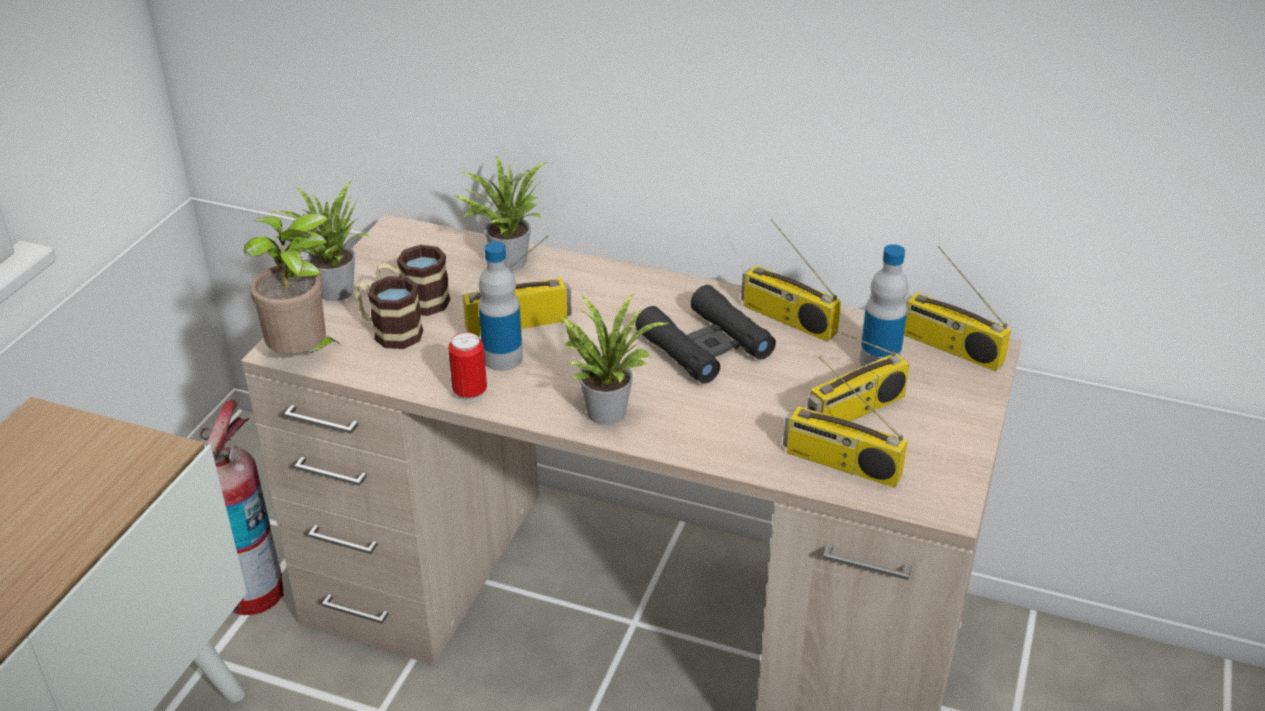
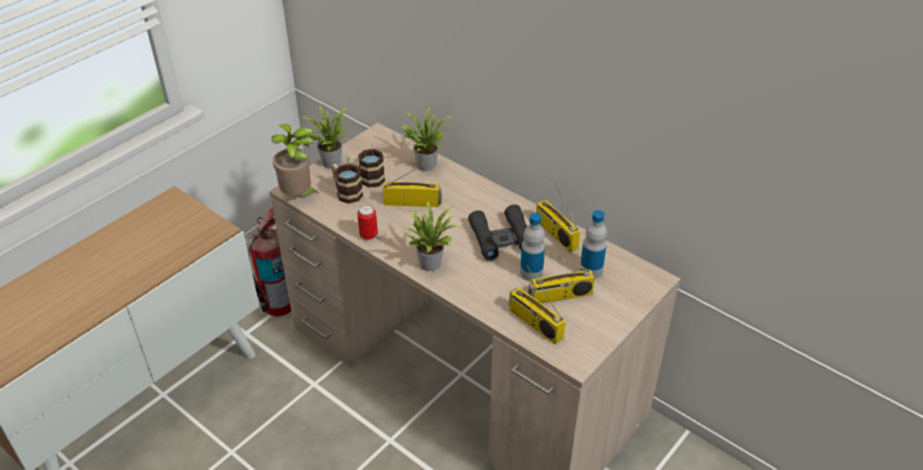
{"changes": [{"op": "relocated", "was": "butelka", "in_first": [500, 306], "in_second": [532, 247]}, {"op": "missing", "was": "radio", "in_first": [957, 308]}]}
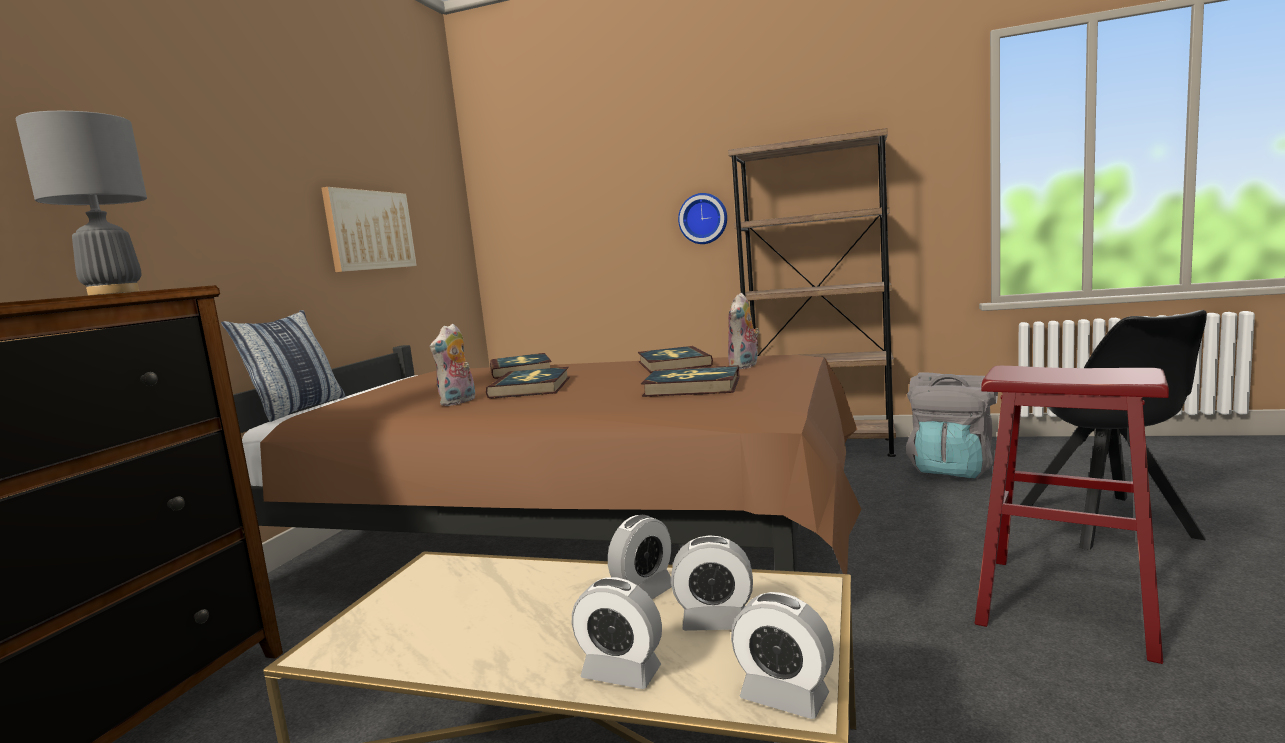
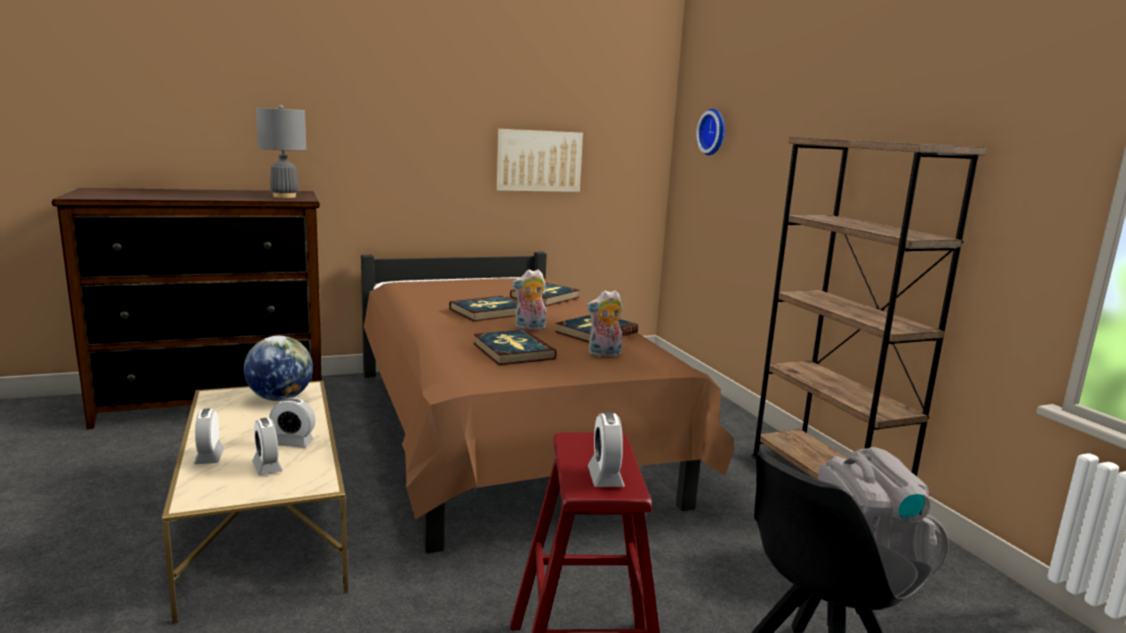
{"changes": [{"op": "appeared", "now": "globus", "in_second": [278, 368]}, {"op": "relocated", "was": "pluszak", "in_first": [452, 364], "in_second": [529, 300]}, {"op": "relocated", "was": "budzik", "in_first": [782, 655], "in_second": [606, 449]}, {"op": "relocated", "was": "zegar ścienny", "in_first": [702, 218], "in_second": [710, 132]}, {"op": "missing", "was": "poduszka", "in_first": [283, 366]}]}
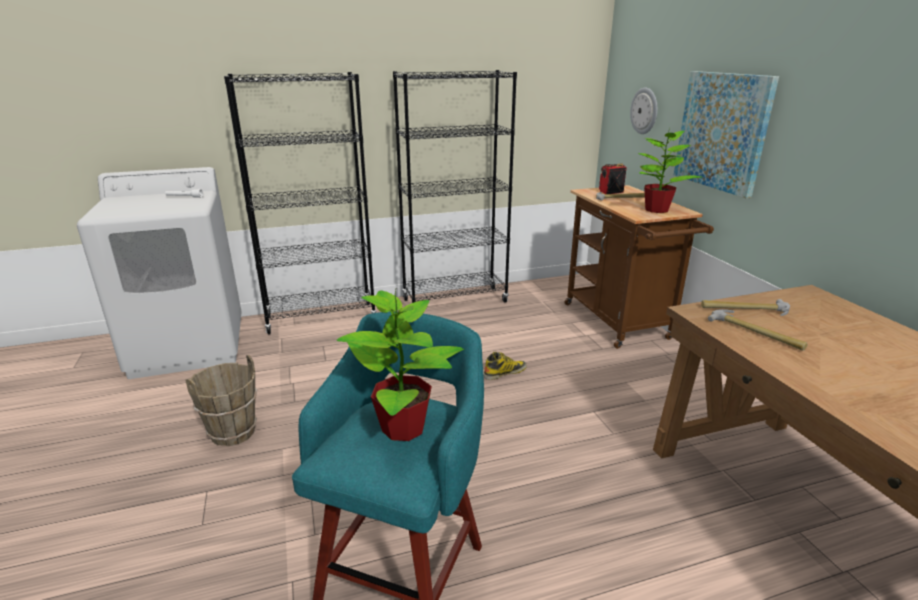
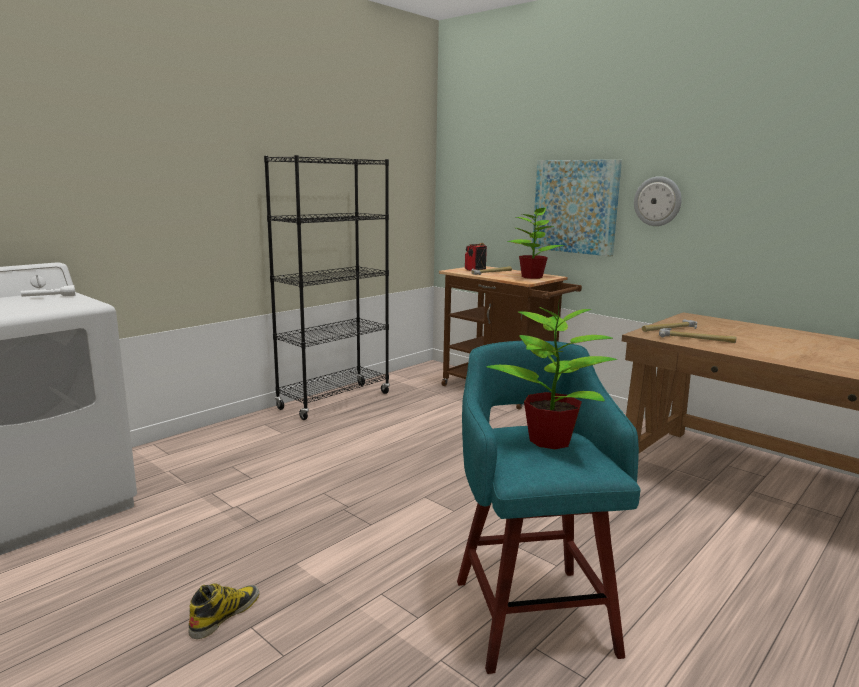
{"changes": [{"op": "relocated", "was": "but z cholewką", "in_first": [505, 366], "in_second": [224, 611]}, {"op": "relocated", "was": "zegar ścienny", "in_first": [643, 111], "in_second": [658, 201]}, {"op": "missing", "was": "wiadro (brązowy)", "in_first": [221, 400]}, {"op": "missing", "was": "regał (czarny)", "in_first": [300, 203]}]}
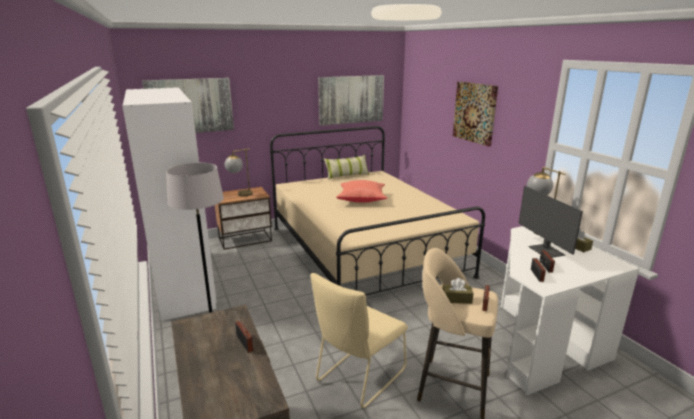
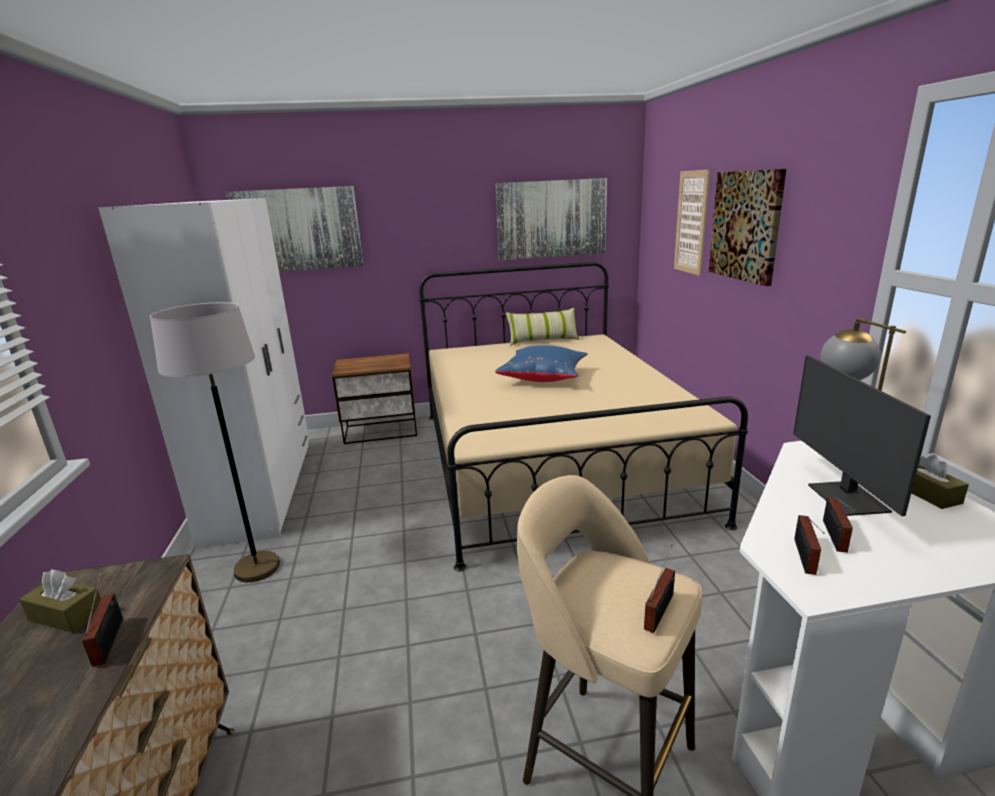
{"changes": [{"op": "relocated", "was": "pudełko chusteczek (brązowy)", "in_first": [458, 291], "in_second": [60, 601]}, {"op": "colour", "was": "poduszka (czerwony)", "now": "poduszka (niebieski)", "in_first": [361, 191], "in_second": [541, 363]}, {"op": "appeared", "now": "obraz", "in_second": [692, 223]}, {"op": "missing", "was": "lampa stołowa", "in_first": [238, 172]}, {"op": "missing", "was": "krzesło (beżowy)", "in_first": [359, 340]}]}
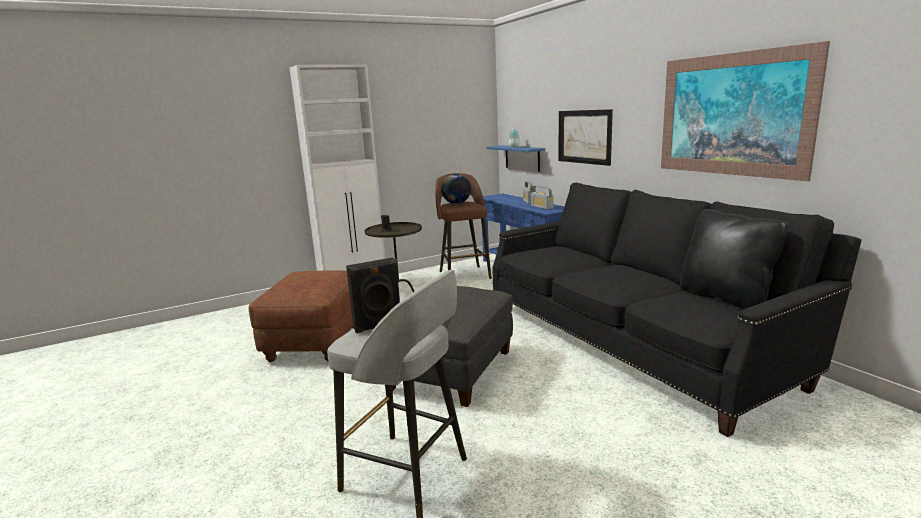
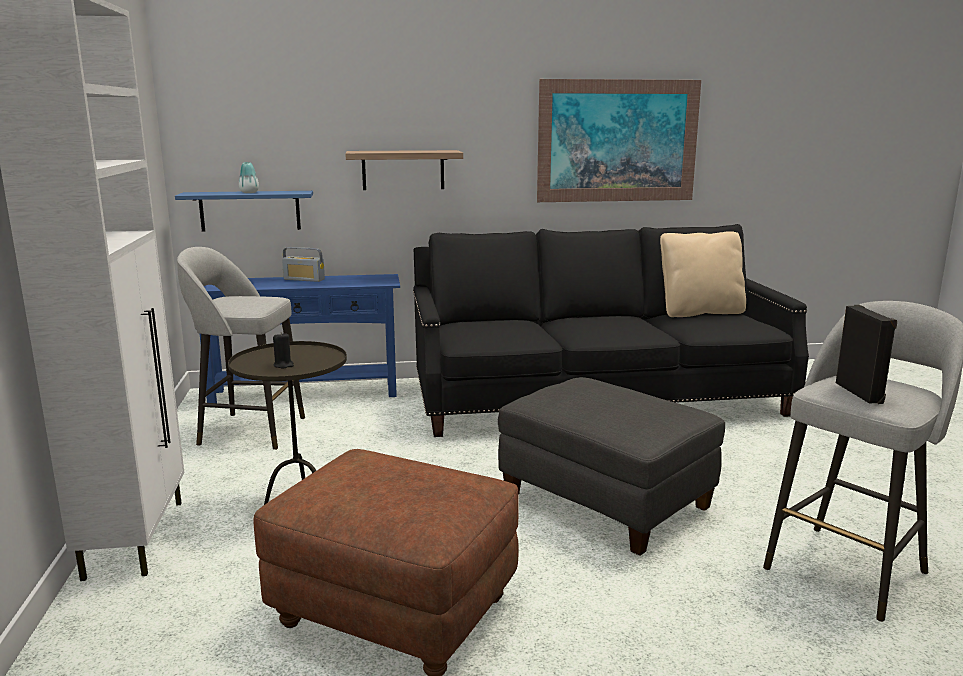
{"changes": [{"op": "colour", "was": "stołek (brązowy)", "now": "stołek (szary)", "in_first": [463, 226], "in_second": [241, 348]}, {"op": "exchanged", "was": "obraz", "now": "półka", "in_first": [586, 137], "in_second": [404, 170]}, {"op": "colour", "was": "poduszka (czarny)", "now": "poduszka (beżowy)", "in_first": [734, 259], "in_second": [703, 274]}, {"op": "missing", "was": "globus", "in_first": [456, 189]}, {"op": "missing", "was": "radio", "in_first": [542, 198]}]}
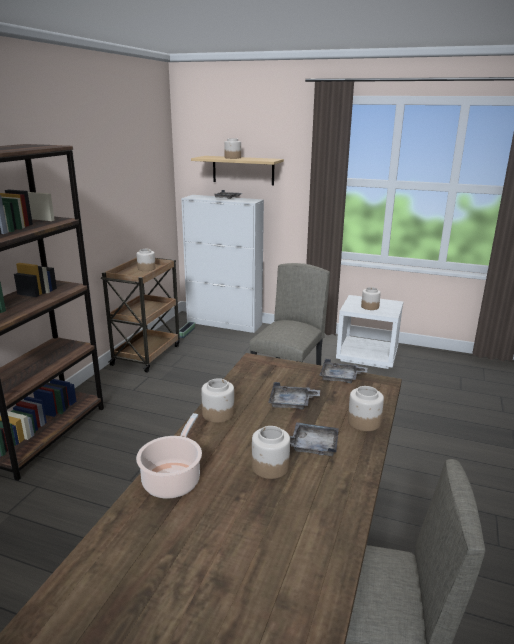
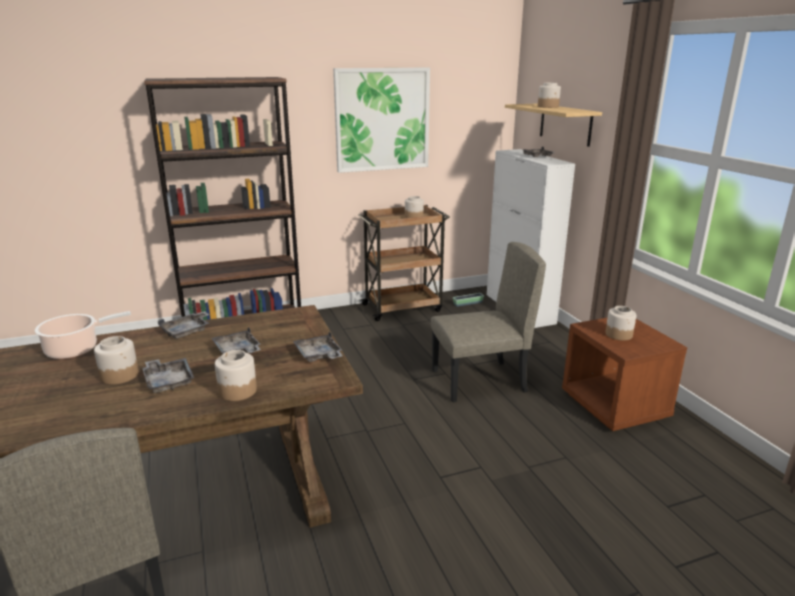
{"changes": [{"op": "exchanged", "was": "słoik", "now": "taca (szary)", "in_first": [217, 400], "in_second": [183, 325]}, {"op": "appeared", "now": "obraz", "in_second": [381, 120]}, {"op": "colour", "was": "szafka nocna (biały)", "now": "szafka nocna (brązowy)", "in_first": [369, 332], "in_second": [624, 374]}]}
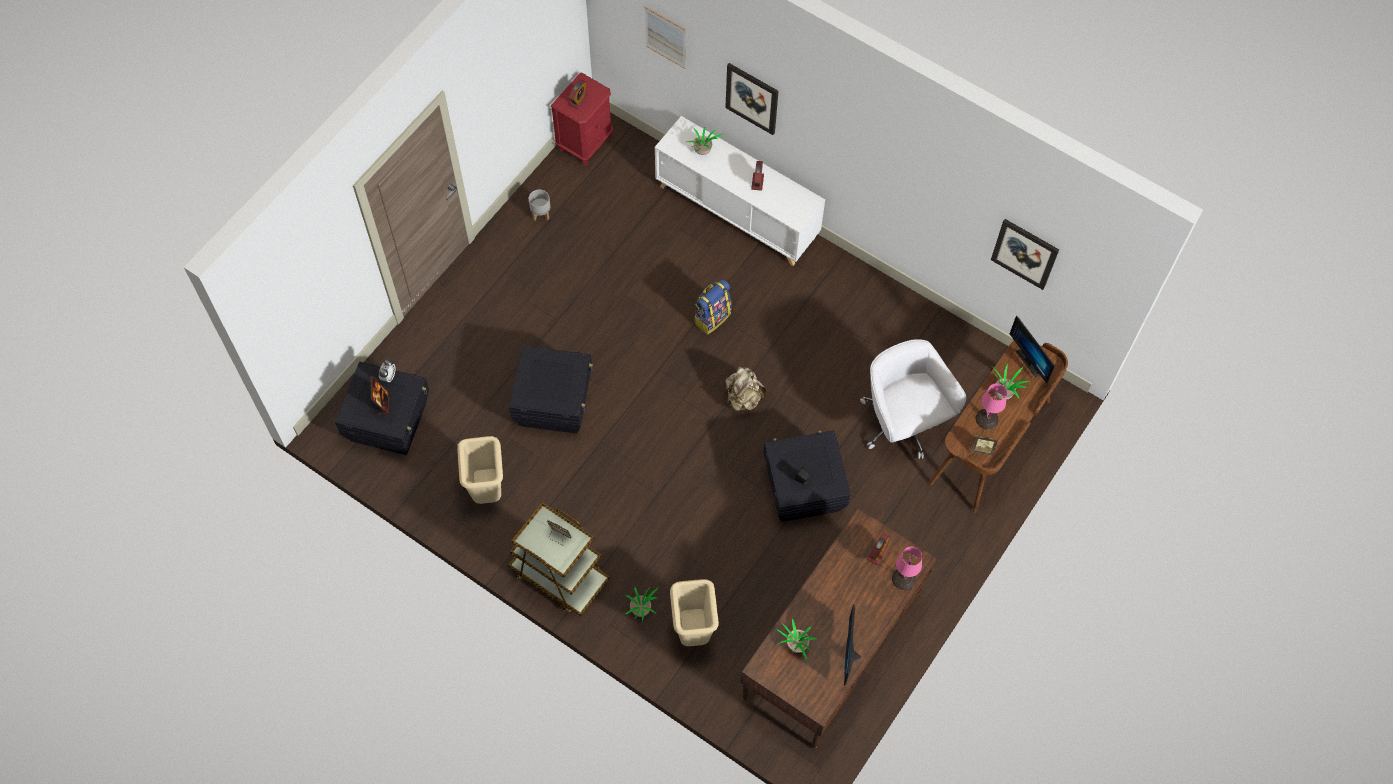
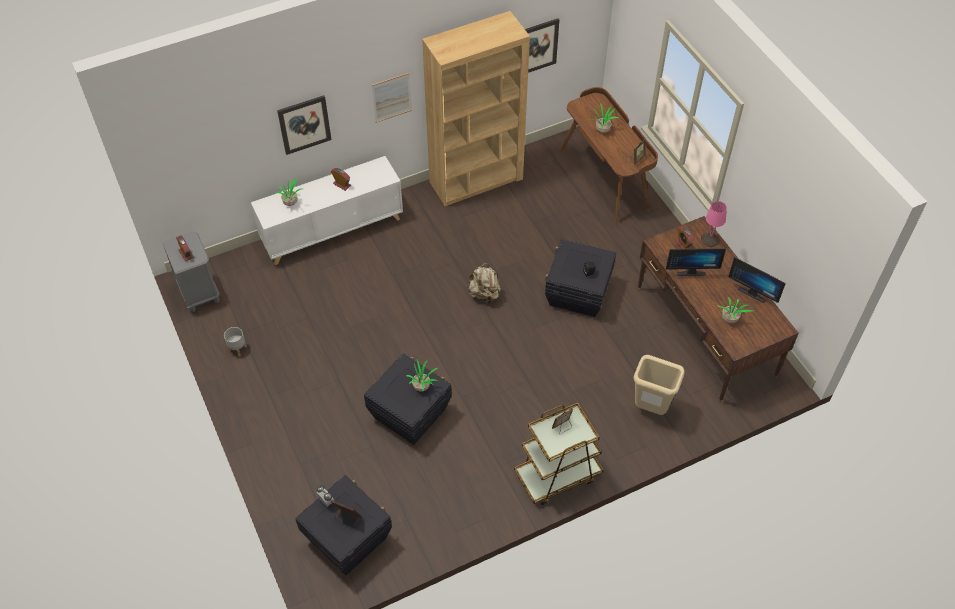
{"changes": [{"op": "colour", "was": "szafka nocna (czerwony)", "now": "szafka nocna (szary)", "in_first": [582, 118], "in_second": [191, 272]}, {"op": "relocated", "was": "obraz", "in_first": [665, 37], "in_second": [391, 98]}, {"op": "relocated", "was": "roślina doniczkowa", "in_first": [642, 604], "in_second": [422, 376]}, {"op": "appeared", "now": "regał (brązowy)", "in_second": [476, 108]}, {"op": "relocated", "was": "monitor", "in_first": [1032, 349], "in_second": [696, 262]}, {"op": "missing", "was": "kosz na śmieci (beżowy)", "in_first": [480, 470]}, {"op": "missing", "was": "plecak", "in_first": [713, 307]}, {"op": "missing", "was": "krzesło biurowe (biały)", "in_first": [913, 399]}, {"op": "missing", "was": "lampa stołowa (różowy)", "in_first": [991, 406]}]}
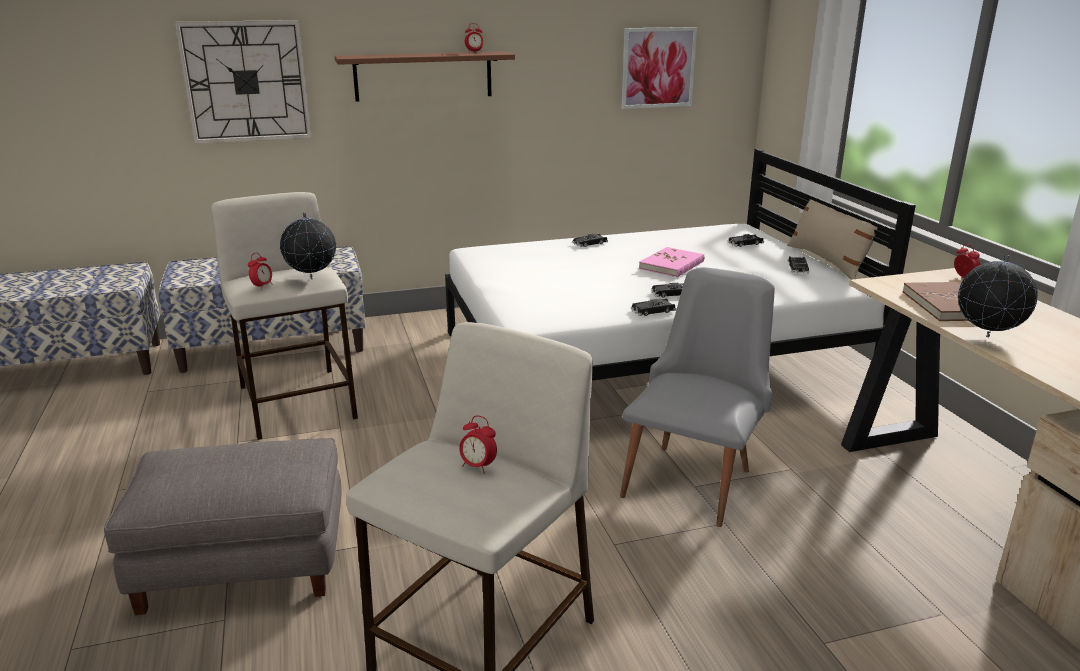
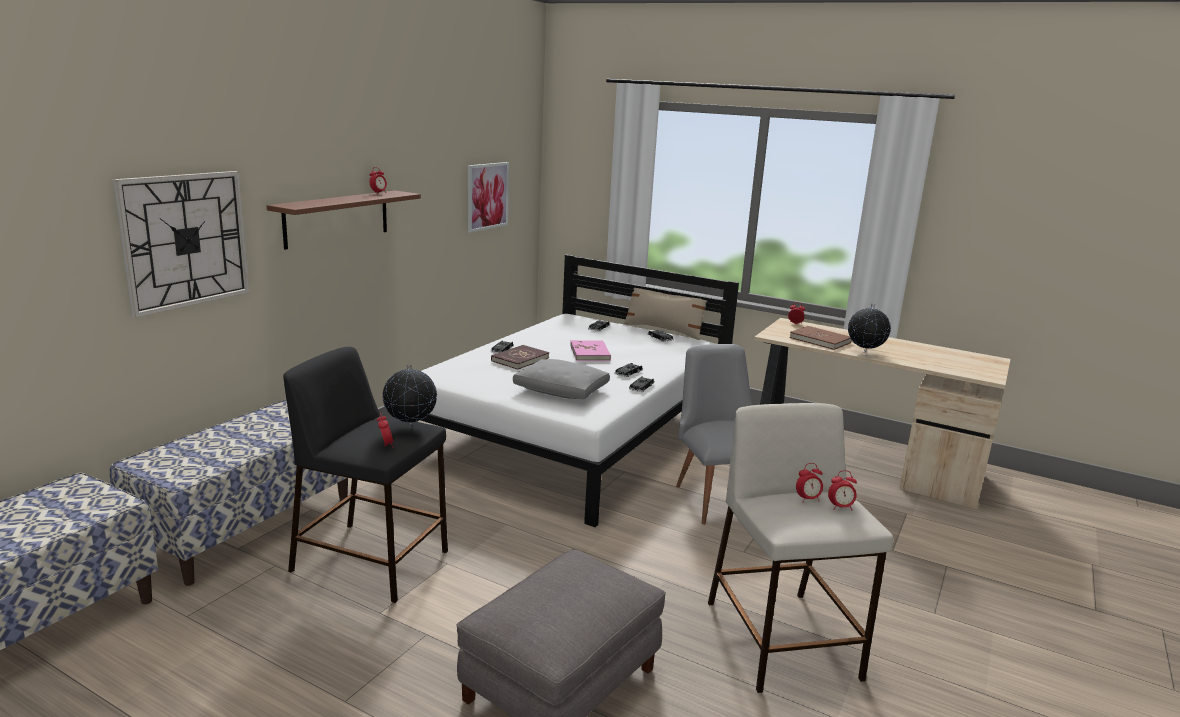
{"changes": [{"op": "colour", "was": "stołek (beżowy)", "now": "stołek (czarny)", "in_first": [284, 316], "in_second": [365, 475]}, {"op": "appeared", "now": "książka (czerwony)", "in_second": [520, 357]}, {"op": "appeared", "now": "poduszka (szary)", "in_second": [561, 379]}, {"op": "appeared", "now": "budzik", "in_second": [842, 490]}]}
